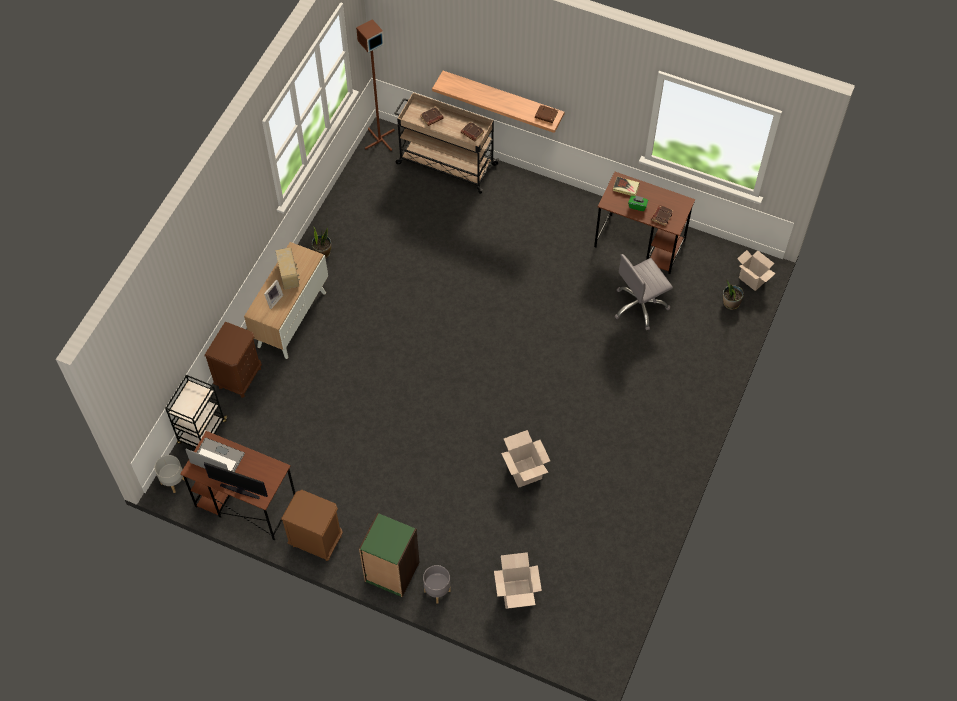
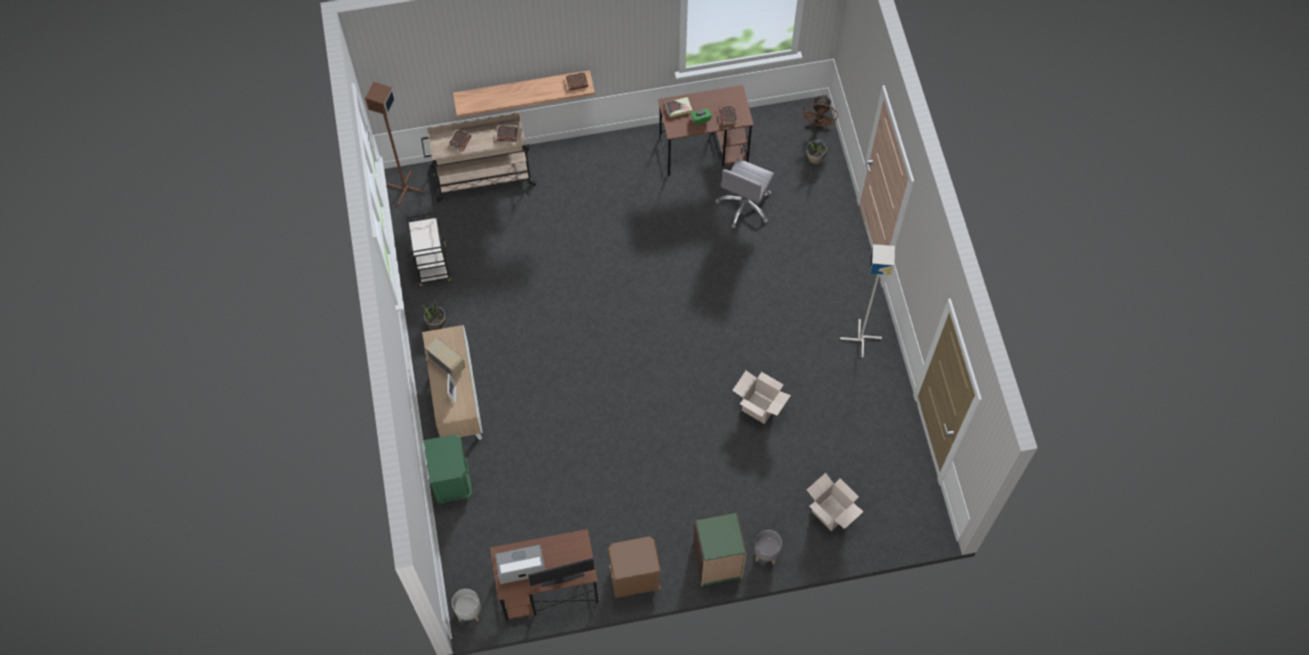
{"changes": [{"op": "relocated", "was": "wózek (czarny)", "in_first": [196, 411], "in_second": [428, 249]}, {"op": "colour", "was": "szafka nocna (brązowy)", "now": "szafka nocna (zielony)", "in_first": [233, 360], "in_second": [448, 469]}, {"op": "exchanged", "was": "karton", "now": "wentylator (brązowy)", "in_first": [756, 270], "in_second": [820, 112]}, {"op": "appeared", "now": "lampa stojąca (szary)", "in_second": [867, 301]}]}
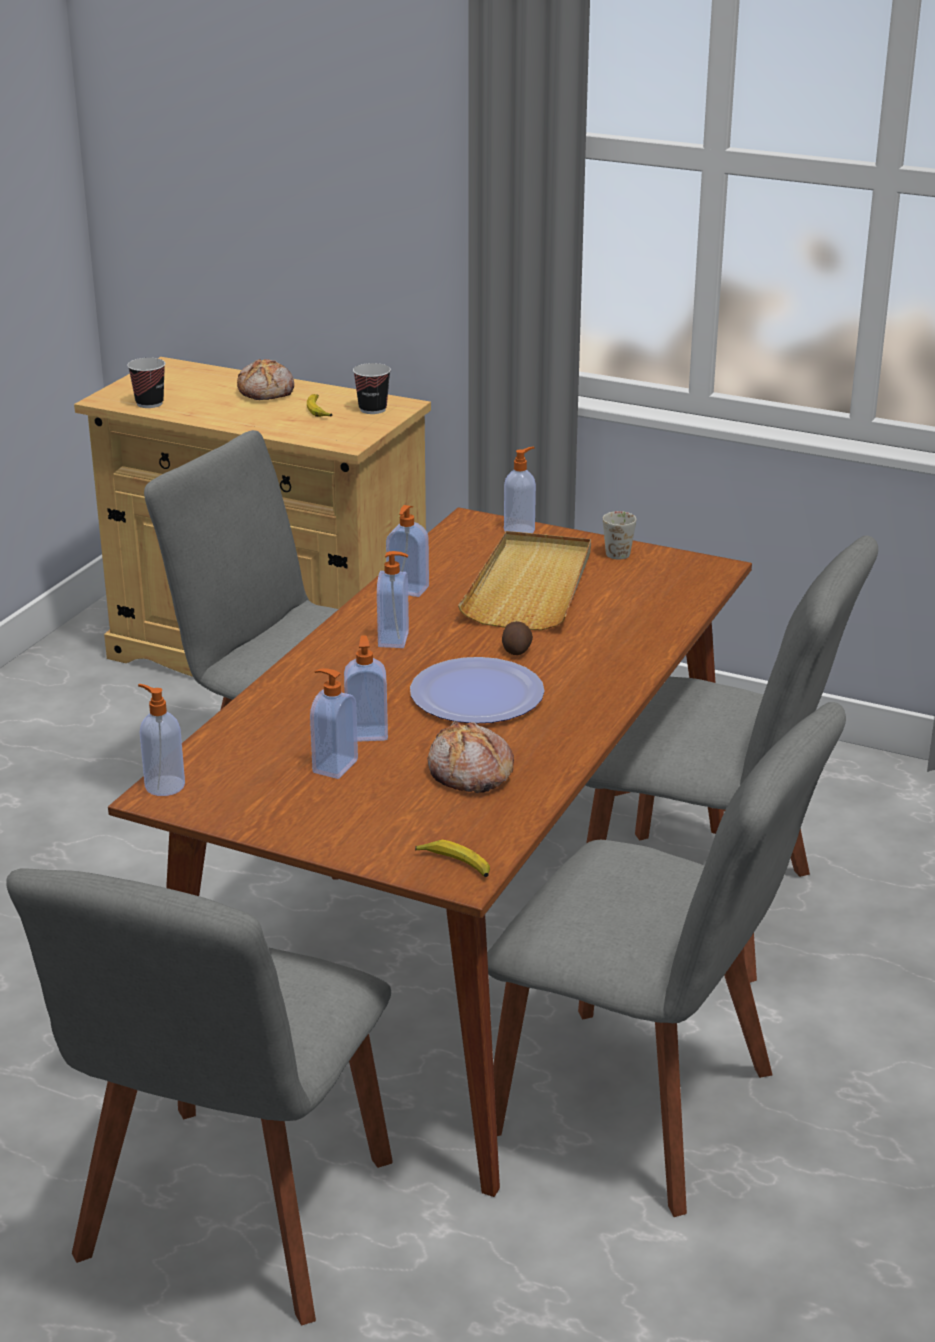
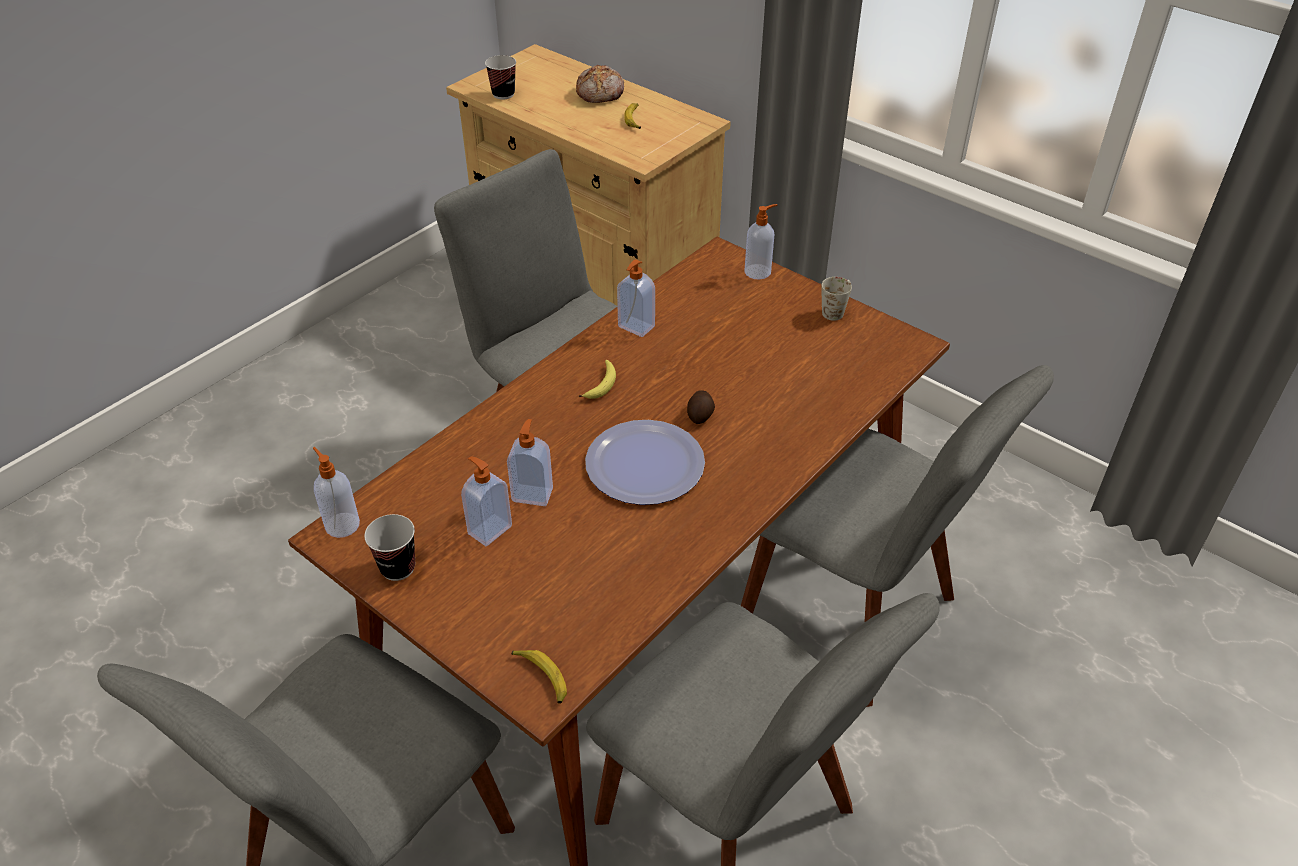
{"changes": [{"op": "relocated", "was": "filiżanka", "in_first": [372, 388], "in_second": [389, 547]}, {"op": "exchanged", "was": "dozownik mydła", "now": "banan", "in_first": [393, 599], "in_second": [597, 379]}, {"op": "missing", "was": "chleb", "in_first": [470, 757]}, {"op": "missing", "was": "taca (beżowy)", "in_first": [524, 581]}]}
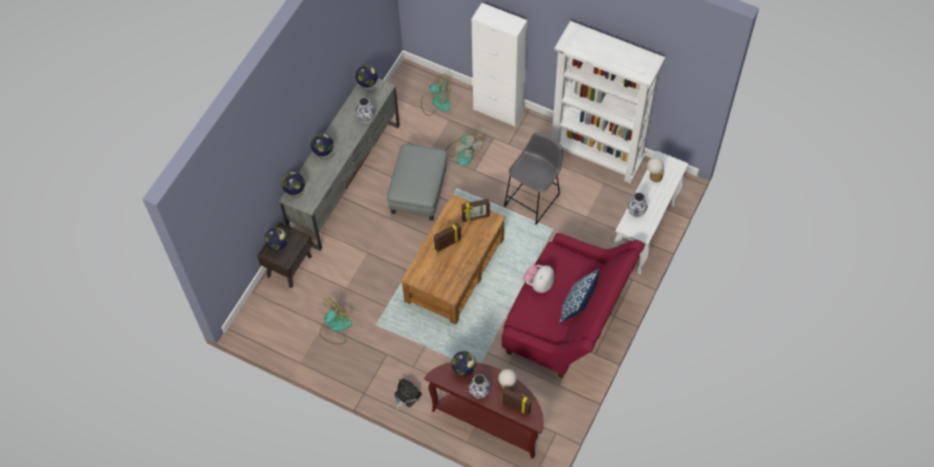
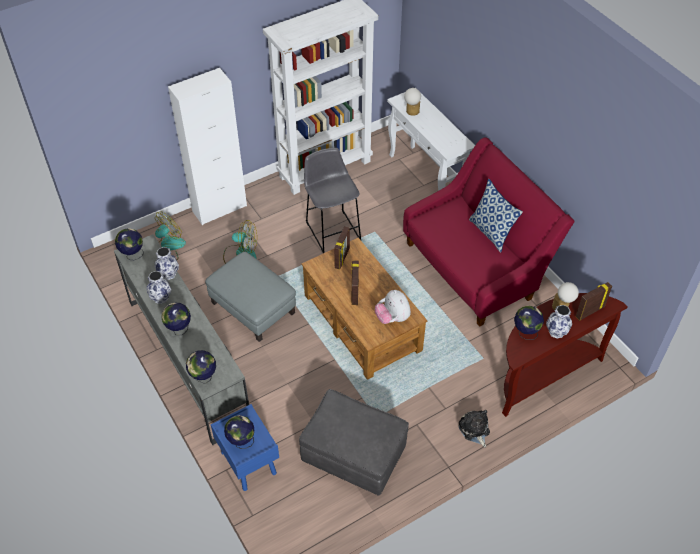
{"changes": [{"op": "relocated", "was": "wazon", "in_first": [637, 205], "in_second": [158, 287]}, {"op": "colour", "was": "szafka nocna (brązowy)", "now": "szafka nocna (niebieski)", "in_first": [285, 255], "in_second": [245, 447]}, {"op": "exchanged", "was": "wentylator", "now": "pufa (szary)", "in_first": [336, 320], "in_second": [354, 442]}, {"op": "relocated", "was": "pluszak", "in_first": [538, 279], "in_second": [393, 307]}]}
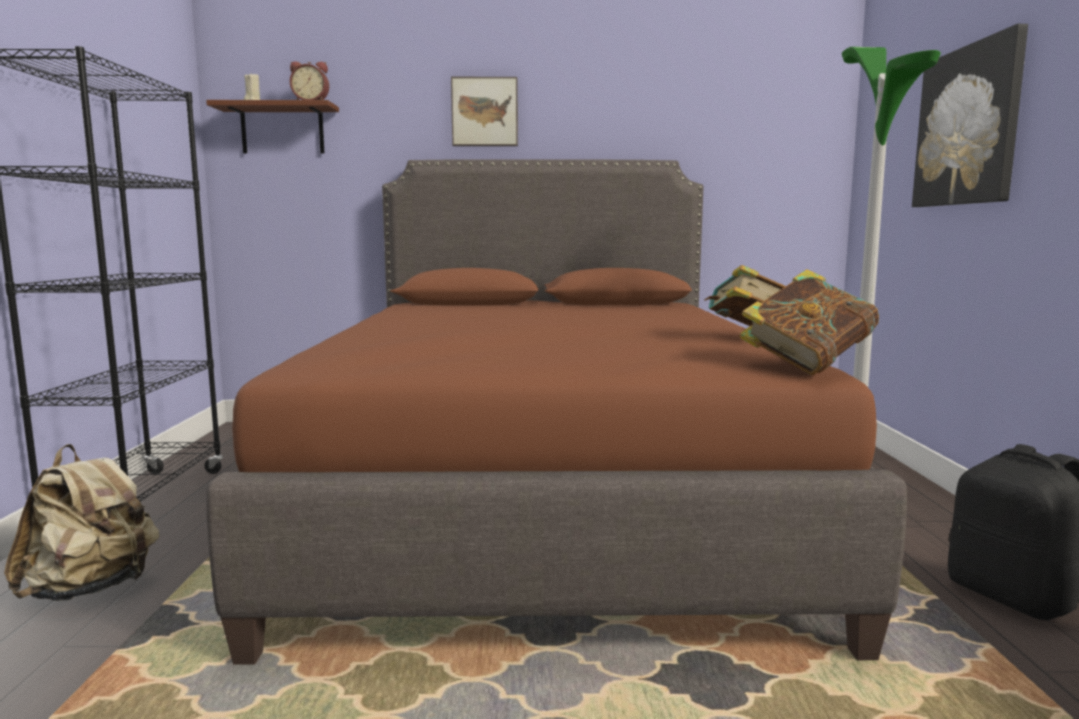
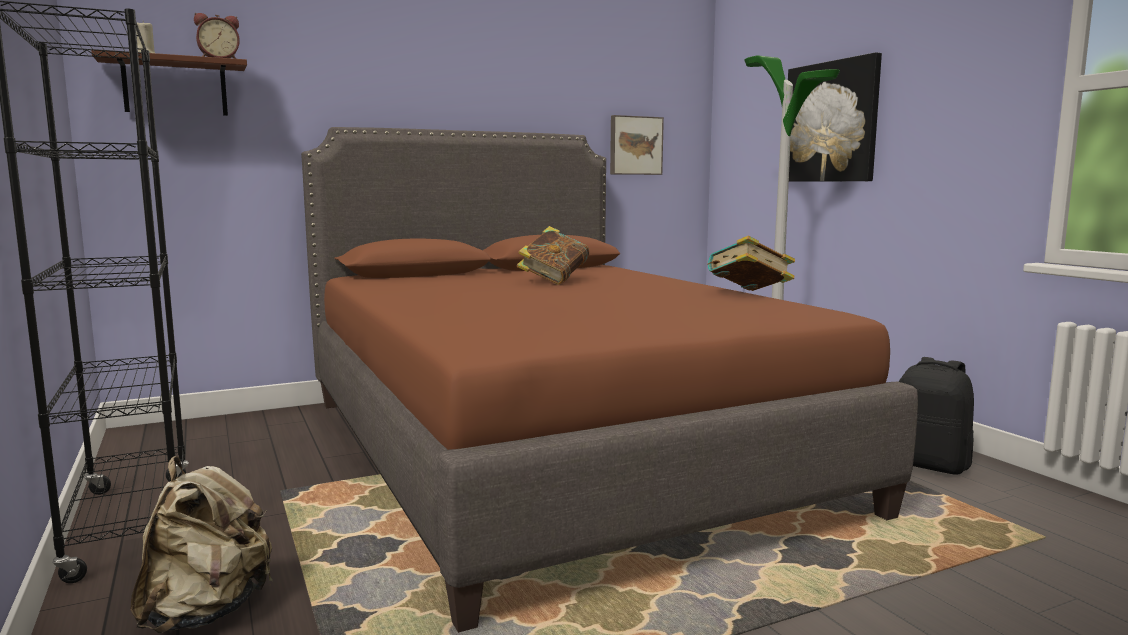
{"changes": [{"op": "relocated", "was": "książka", "in_first": [809, 322], "in_second": [553, 255]}, {"op": "relocated", "was": "obraz", "in_first": [484, 111], "in_second": [637, 145]}]}
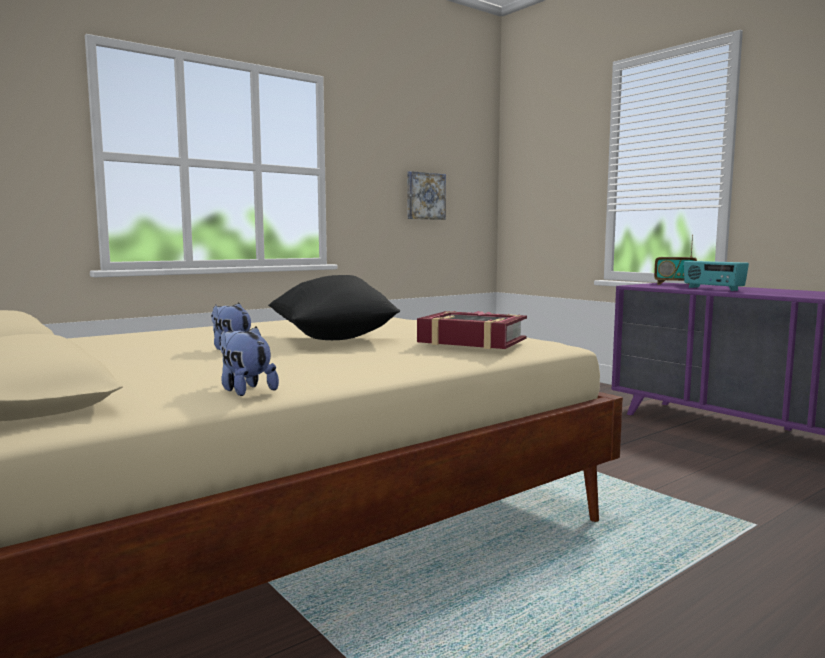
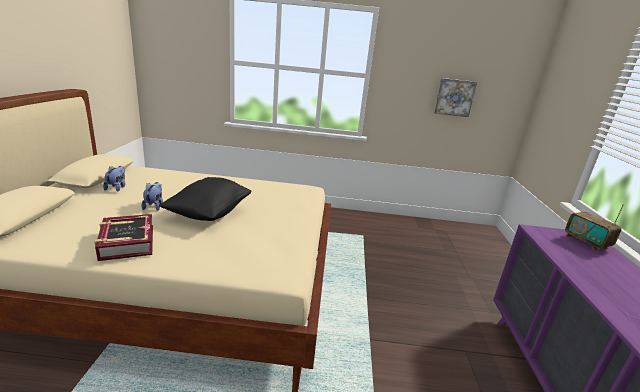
{"changes": [{"op": "relocated", "was": "książka", "in_first": [472, 330], "in_second": [124, 237]}, {"op": "relocated", "was": "pluszak", "in_first": [249, 361], "in_second": [114, 179]}, {"op": "missing", "was": "radio", "in_first": [716, 276]}]}
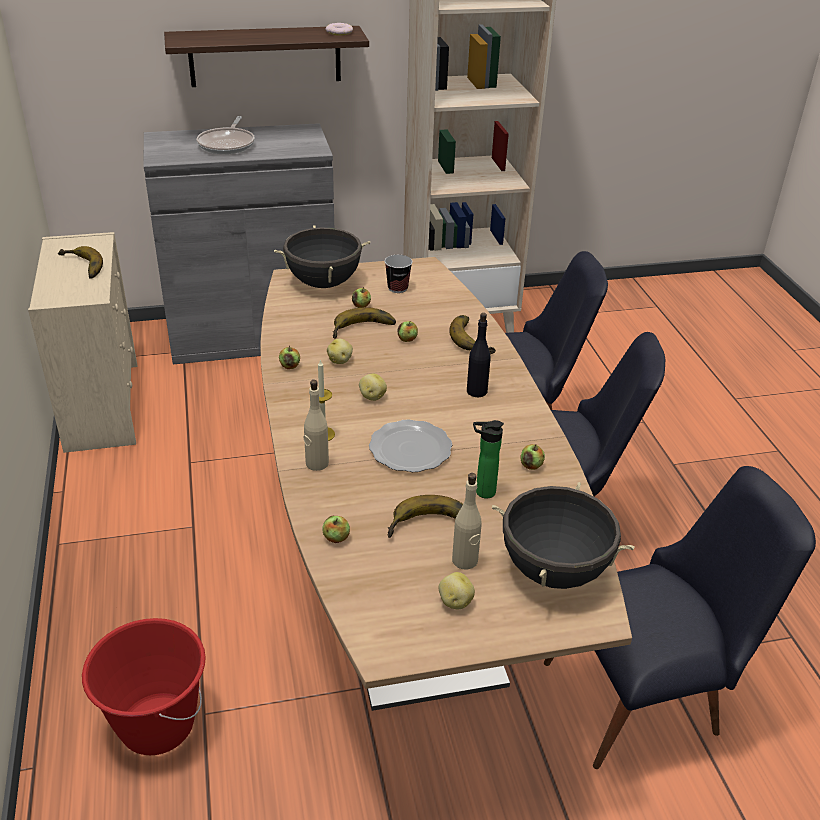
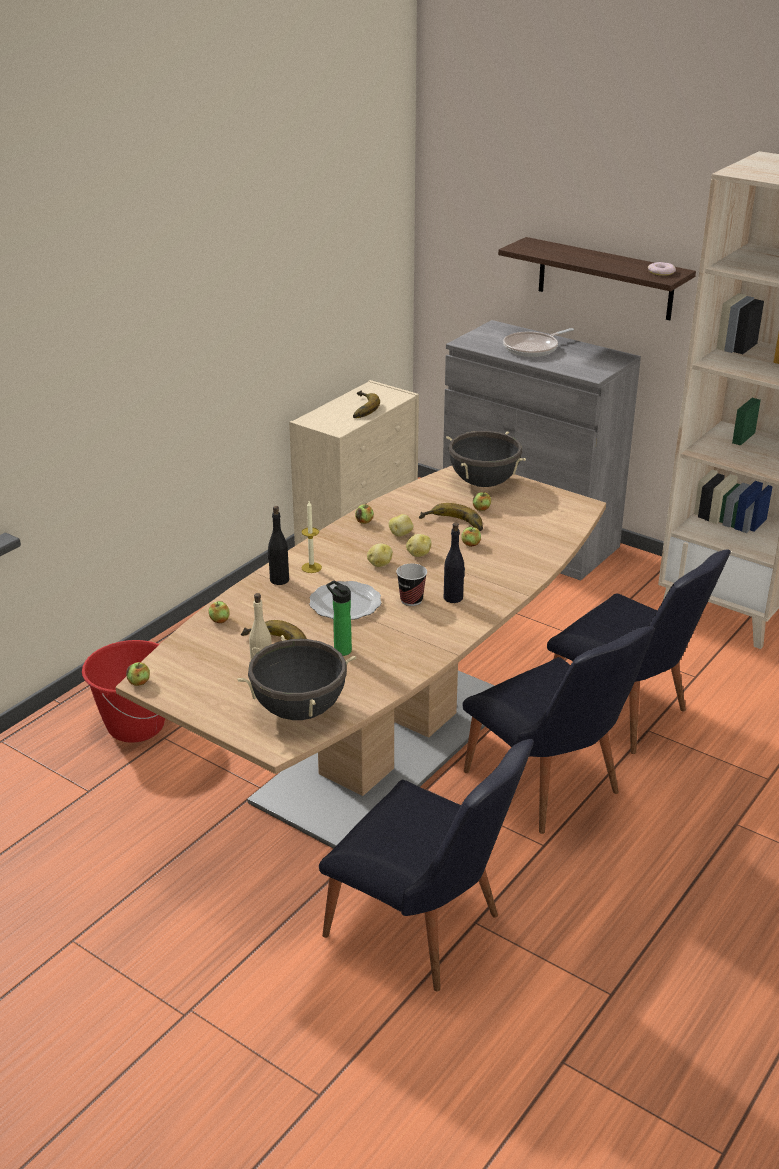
{"changes": [{"op": "relocated", "was": "jabłko", "in_first": [532, 457], "in_second": [138, 674]}, {"op": "colour", "was": "butelka (beżowy)", "now": "butelka (czarny)", "in_first": [316, 425], "in_second": [278, 545]}, {"op": "relocated", "was": "filiżanka", "in_first": [398, 274], "in_second": [411, 585]}, {"op": "relocated", "was": "ziemniak", "in_first": [457, 591], "in_second": [418, 545]}, {"op": "missing", "was": "banan", "in_first": [472, 334]}]}
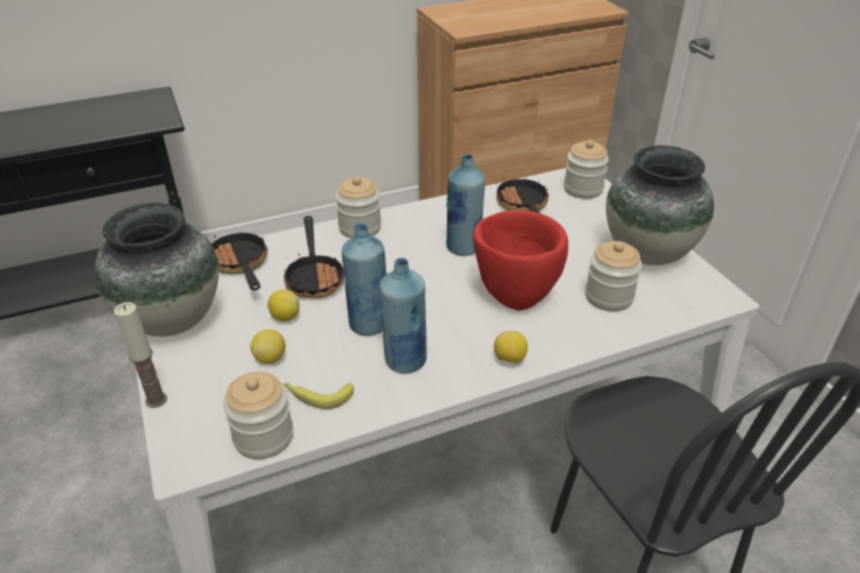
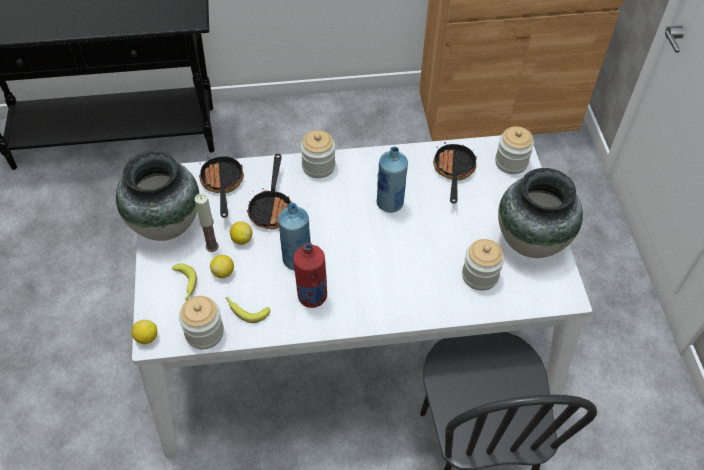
{"changes": [{"op": "relocated", "was": "cytryna", "in_first": [511, 347], "in_second": [145, 332]}, {"op": "appeared", "now": "banan", "in_second": [184, 282]}, {"op": "relocated", "was": "świeca", "in_first": [140, 355], "in_second": [207, 223]}, {"op": "colour", "was": "butelka (niebieski)", "now": "butelka (czerwony)", "in_first": [403, 315], "in_second": [310, 275]}, {"op": "missing", "was": "miska (czerwony)", "in_first": [520, 260]}]}
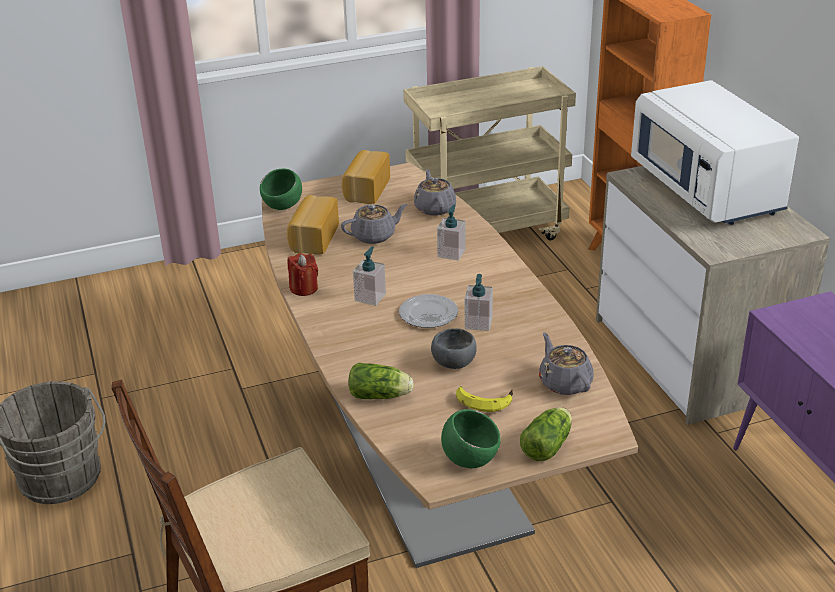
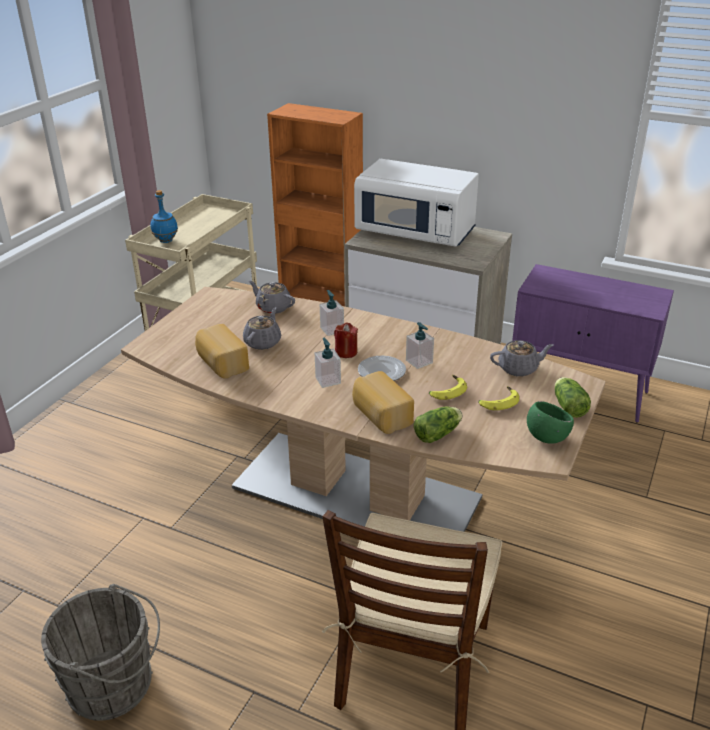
{"changes": [{"op": "appeared", "now": "butelka (niebieski)", "in_second": [164, 216]}, {"op": "relocated", "was": "świeca (czerwony)", "in_first": [303, 274], "in_second": [346, 340]}, {"op": "relocated", "was": "chleb", "in_first": [366, 177], "in_second": [383, 402]}, {"op": "exchanged", "was": "miska (szary)", "now": "banan", "in_first": [454, 348], "in_second": [448, 387]}, {"op": "spun", "was": "imbryk (szary)", "in_first": [566, 363], "in_second": [521, 358], "clockwise": 150}, {"op": "missing", "was": "miska (zielony)", "in_first": [281, 189]}]}
